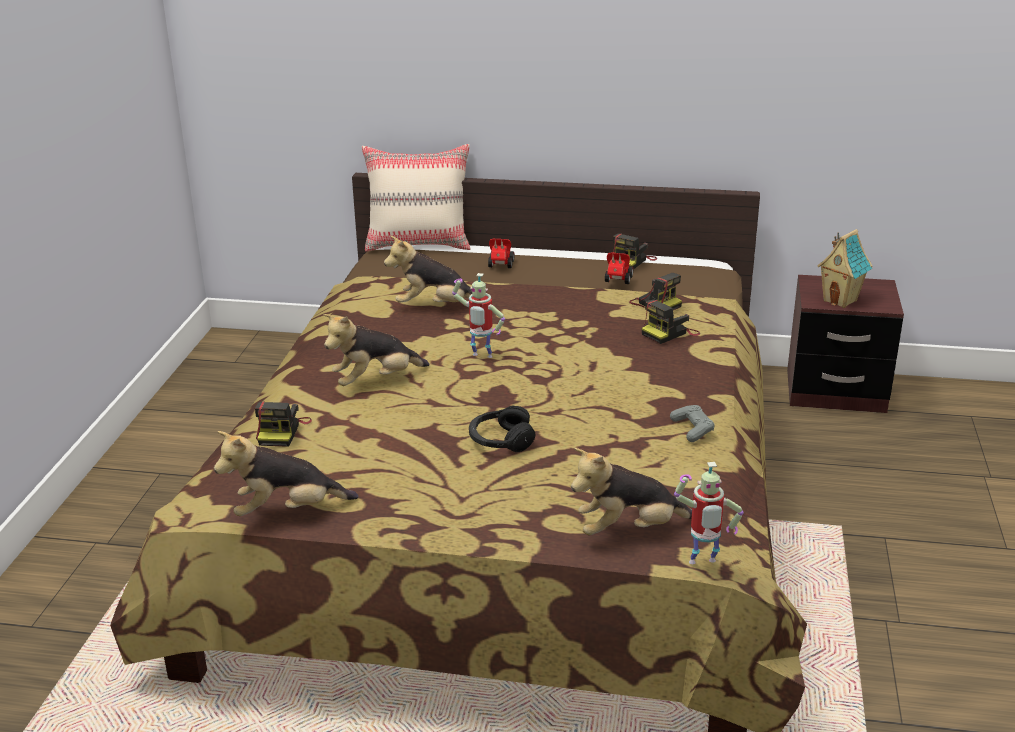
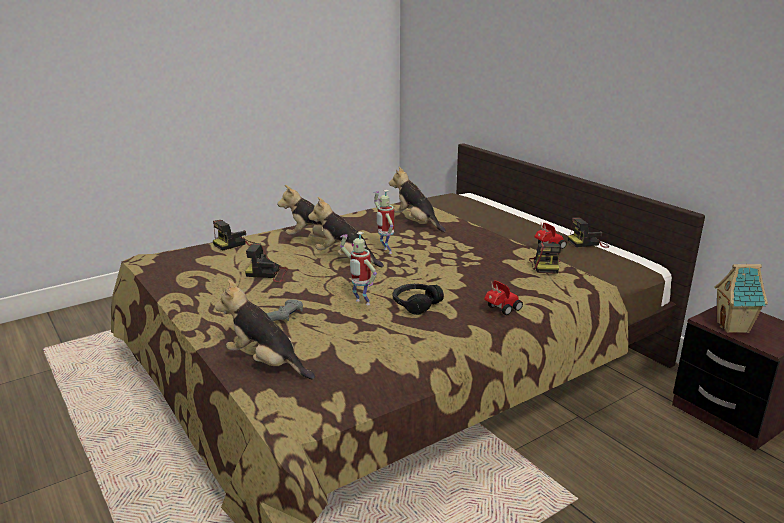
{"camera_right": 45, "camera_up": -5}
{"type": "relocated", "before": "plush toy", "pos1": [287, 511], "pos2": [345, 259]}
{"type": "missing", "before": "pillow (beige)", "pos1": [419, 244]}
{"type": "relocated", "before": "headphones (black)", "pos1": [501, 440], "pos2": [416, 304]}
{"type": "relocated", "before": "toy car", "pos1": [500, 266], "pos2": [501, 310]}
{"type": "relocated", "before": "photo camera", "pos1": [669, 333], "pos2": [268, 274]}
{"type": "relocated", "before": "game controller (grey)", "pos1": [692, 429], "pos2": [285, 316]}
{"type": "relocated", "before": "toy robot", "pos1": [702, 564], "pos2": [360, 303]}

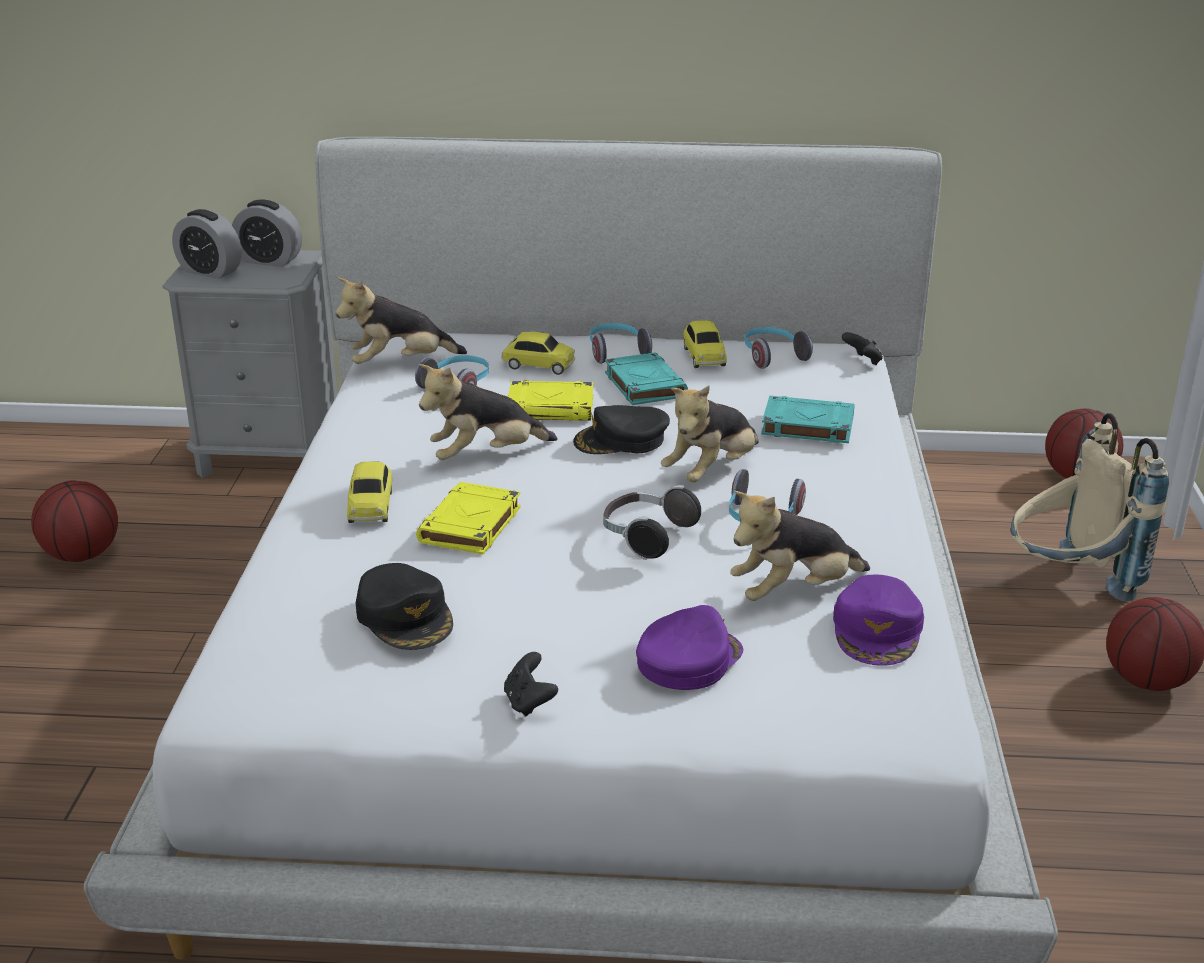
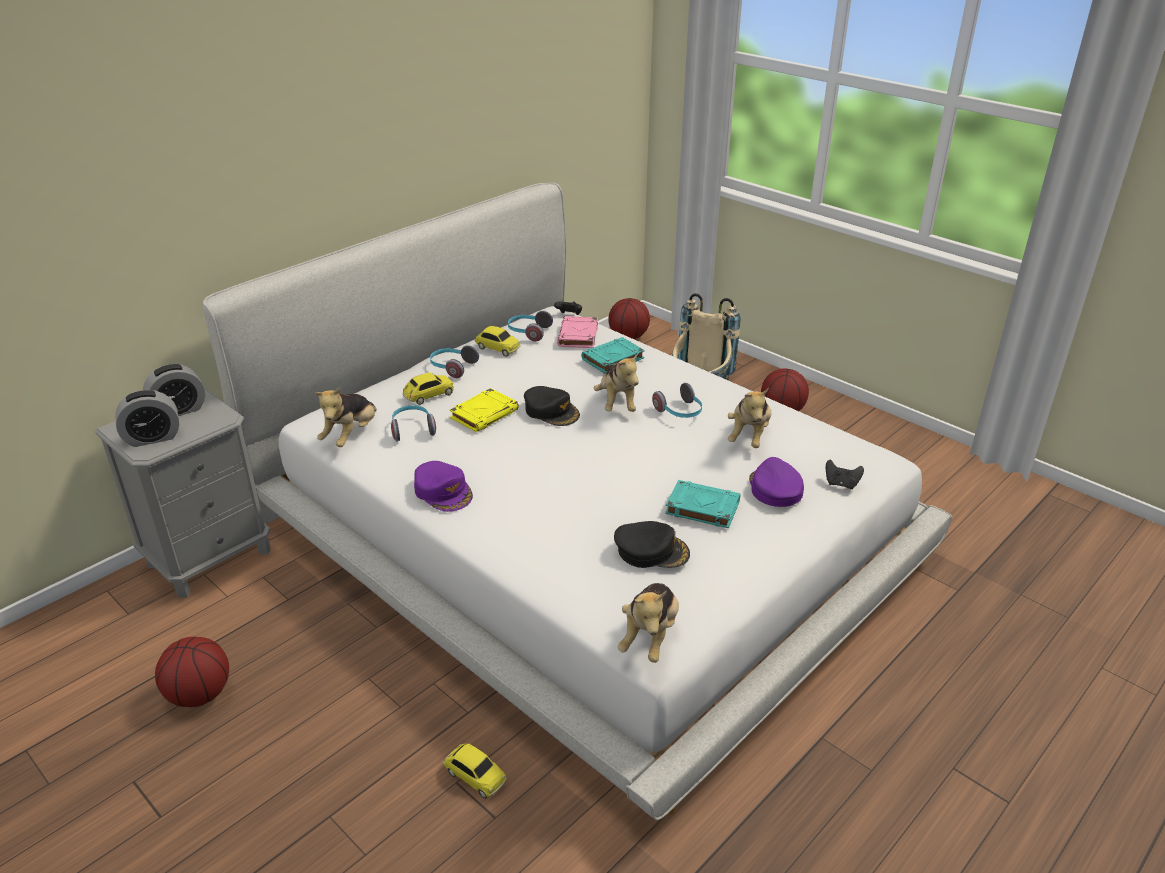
{"camera_right": -50, "camera_up": 5}
{"type": "relocated", "before": "toy car", "pos1": [371, 506], "pos2": [475, 776]}
{"type": "missing", "before": "book (yellow)", "pos1": [470, 526]}
{"type": "relocated", "before": "plush toy", "pos1": [485, 456], "pos2": [649, 636]}
{"type": "relocated", "before": "game controller (black)", "pos1": [529, 702], "pos2": [841, 484]}
{"type": "spun", "before": "cap (black)", "pos1": [621, 440], "pos2": [551, 411], "turn": -75}
{"type": "missing", "before": "headphones", "pos1": [646, 537]}
{"type": "relocated", "before": "book (turquoise)", "pos1": [644, 384], "pos2": [701, 508]}
{"type": "relocated", "before": "cap (purple)", "pos1": [878, 630], "pos2": [443, 491]}
{"type": "appeared", "after": "book (pink)", "pos2": [578, 336]}

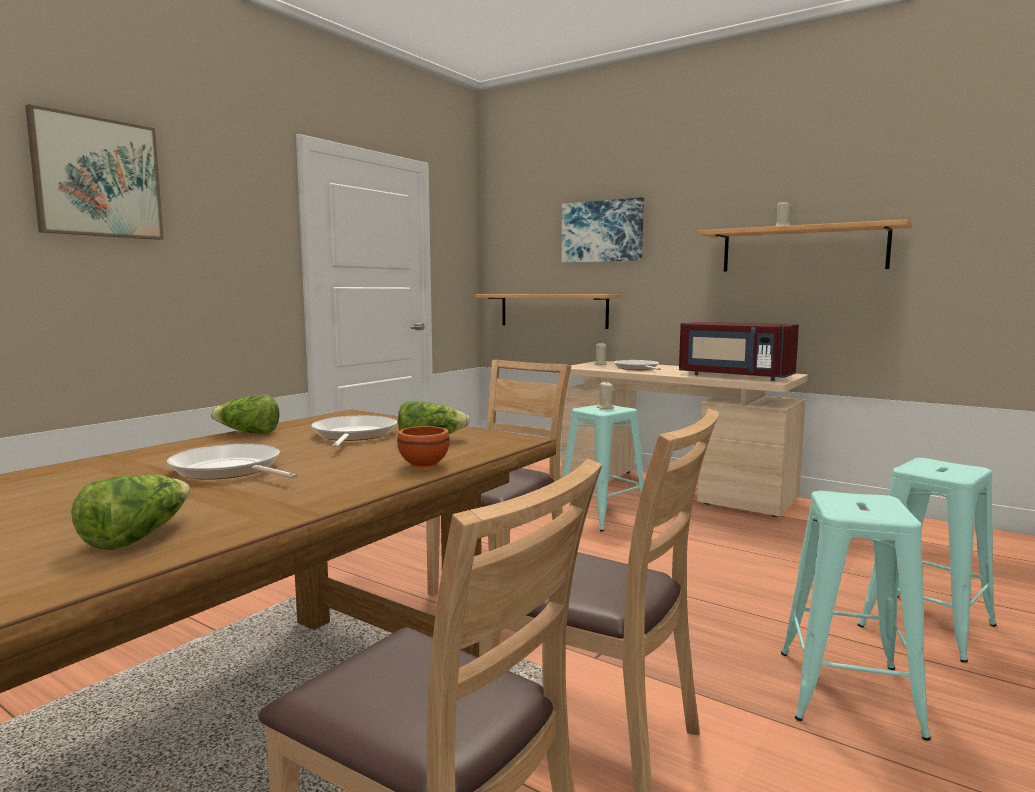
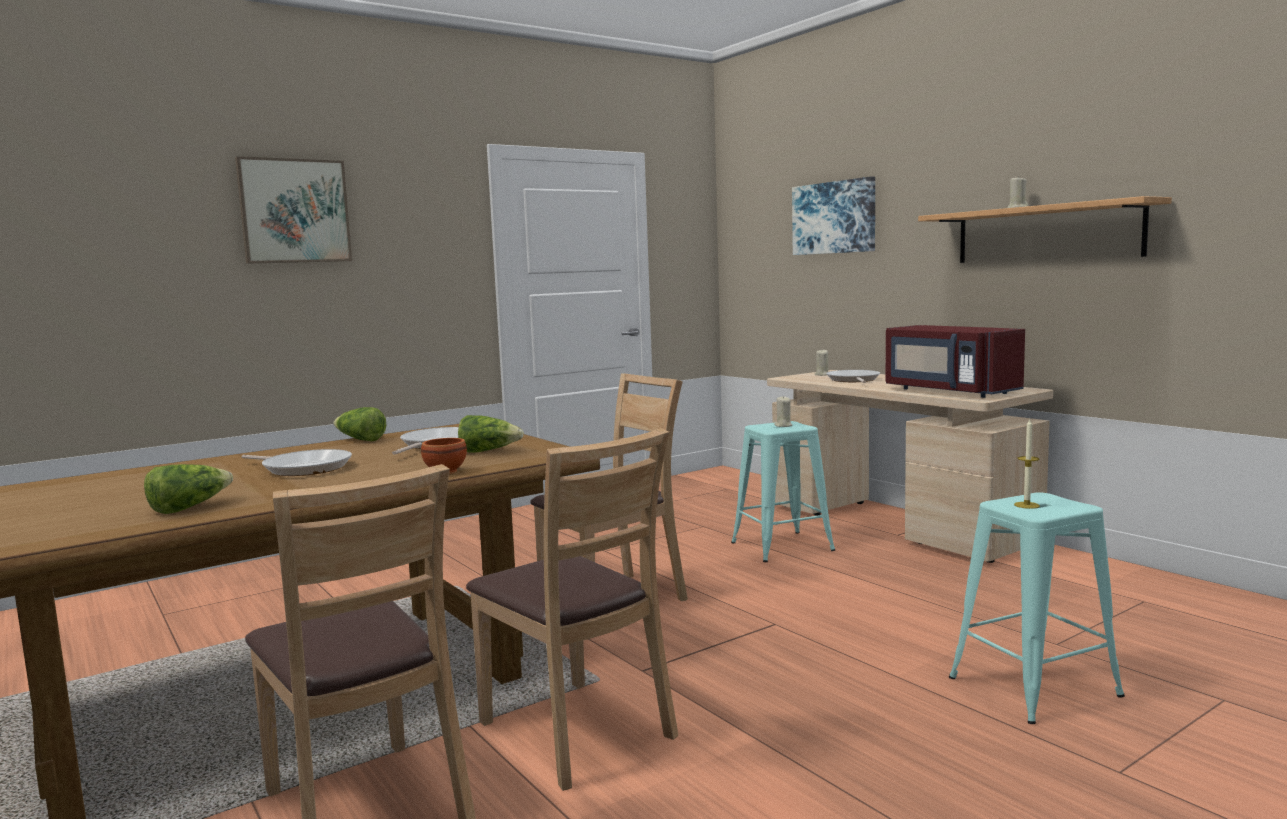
{"camera_right": 20, "camera_up": 0}
{"type": "spun", "before": "frying pan", "pos1": [229, 470], "pos2": [304, 468], "turn": 150}
{"type": "missing", "before": "shelf", "pos1": [553, 310]}
{"type": "missing", "before": "stool (turquoise)", "pos1": [847, 692]}
{"type": "appeared", "after": "candle", "pos2": [1026, 505]}

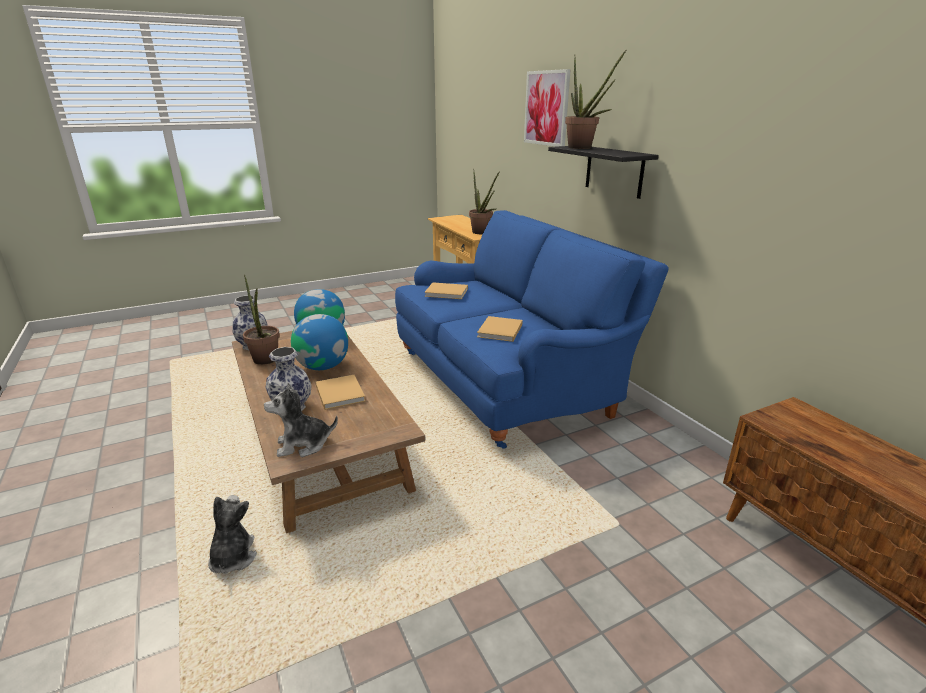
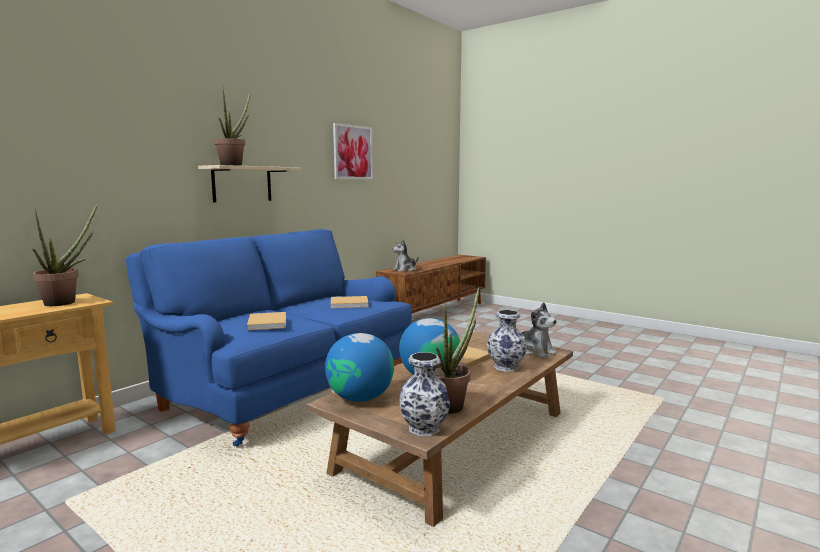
{"camera_right": -115, "camera_up": -15}
{"type": "relocated", "before": "plush toy", "pos1": [233, 557], "pos2": [405, 270]}
{"type": "relocated", "before": "picture", "pos1": [546, 108], "pos2": [352, 152]}
{"type": "colour", "before": "shelf (black)", "after": "shelf (beige)", "pos1": [614, 171], "pos2": [242, 184]}

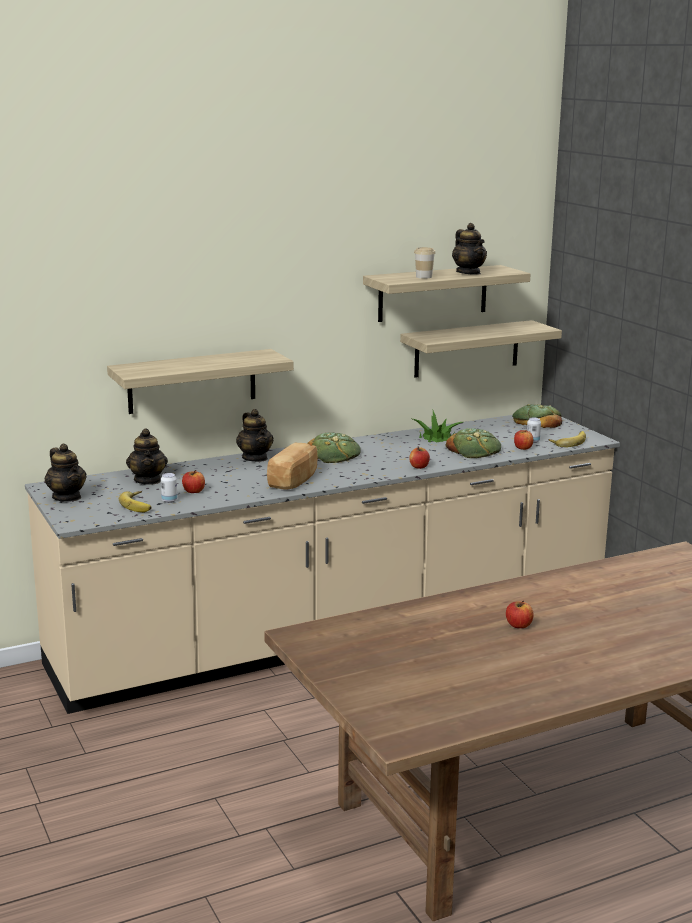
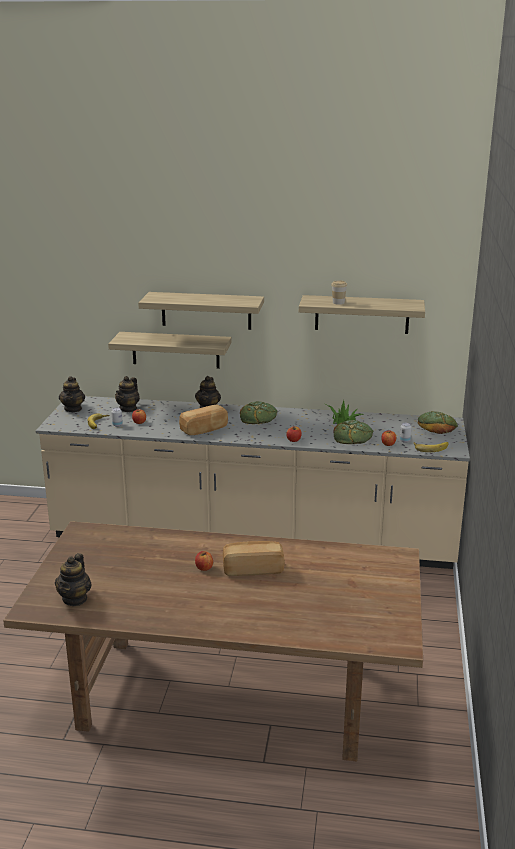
{"camera_right": 35, "camera_up": 5}
{"type": "relocated", "before": "shelf", "pos1": [467, 348], "pos2": [206, 310]}
{"type": "relocated", "before": "teapot", "pos1": [468, 273], "pos2": [75, 599]}
{"type": "appeared", "after": "bread", "pos2": [253, 568]}

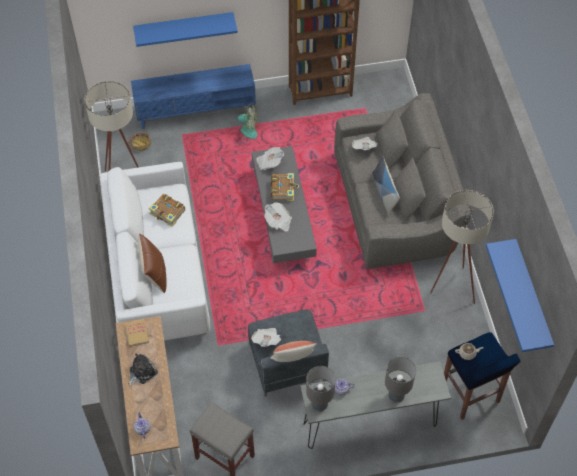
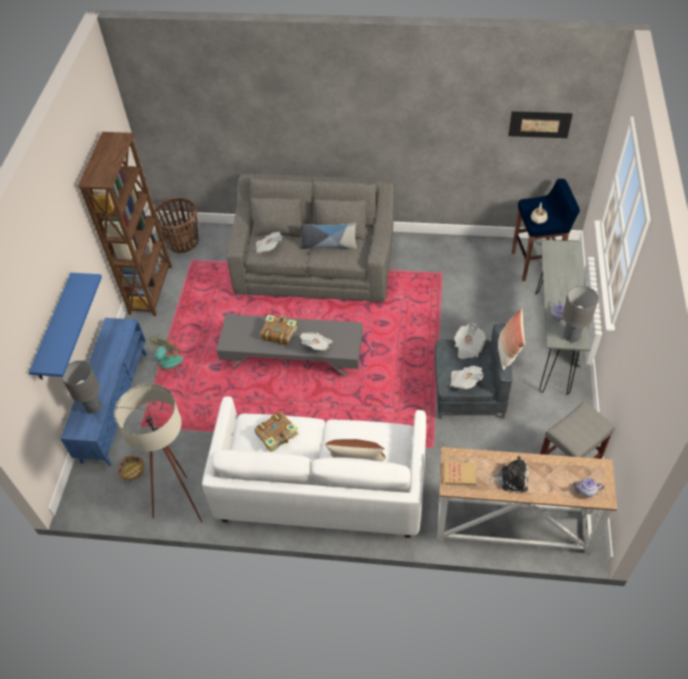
{"camera_right": -70, "camera_up": -5}
{"type": "spun", "before": "plush toy", "pos1": [141, 372], "pos2": [512, 478], "turn": 120}
{"type": "relocated", "before": "newspaper", "pos1": [269, 162], "pos2": [468, 347]}
{"type": "relocated", "before": "table lamp (grey)", "pos1": [396, 395], "pos2": [93, 407]}
{"type": "missing", "before": "floor lamp (beige)", "pos1": [450, 288]}
{"type": "exchanged", "before": "shelf (blue)", "after": "picture", "pos1": [532, 296], "pos2": [539, 124]}
{"type": "appeared", "after": "basket", "pos2": [183, 242]}

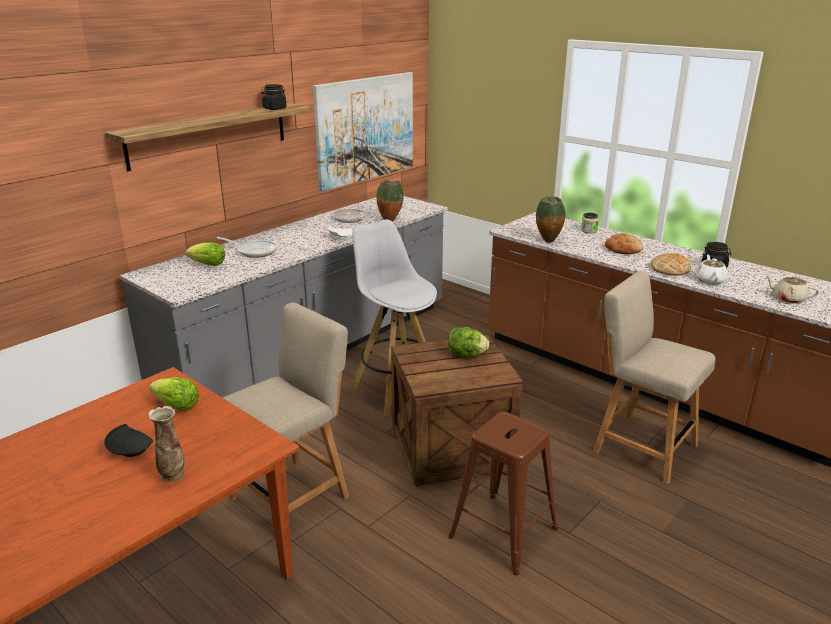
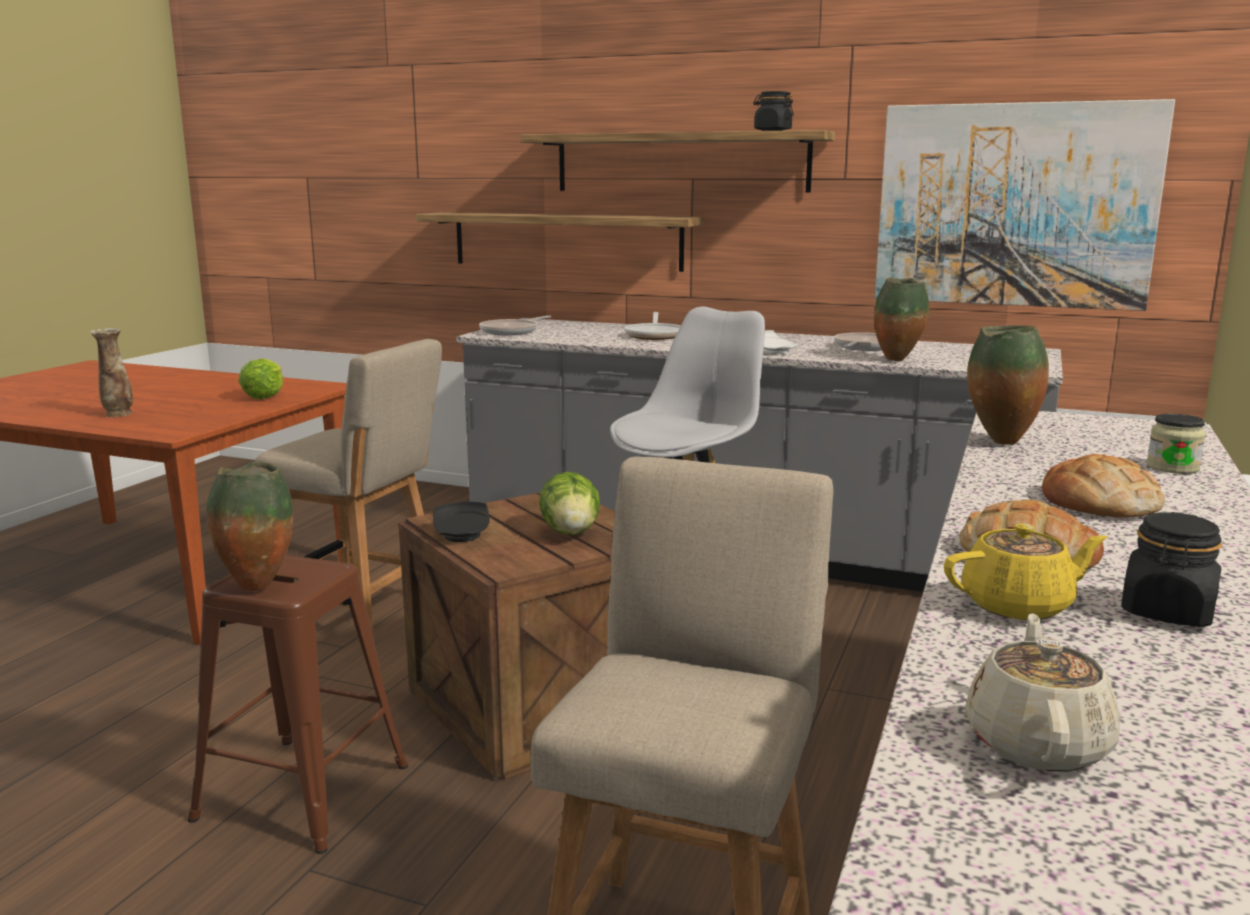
{"camera_right": 70, "camera_up": -10}
{"type": "relocated", "before": "plate (black)", "pos1": [130, 448], "pos2": [462, 534]}
{"type": "missing", "before": "lettuce", "pos1": [208, 265]}
{"type": "colour", "before": "teapot (white)", "after": "teapot (yellow)", "pos1": [710, 280], "pos2": [1018, 605]}
{"type": "appeared", "after": "vase", "pos2": [257, 586]}
{"type": "appeared", "after": "shelf", "pos2": [566, 240]}
{"type": "appeared", "after": "frying pan", "pos2": [512, 331]}

